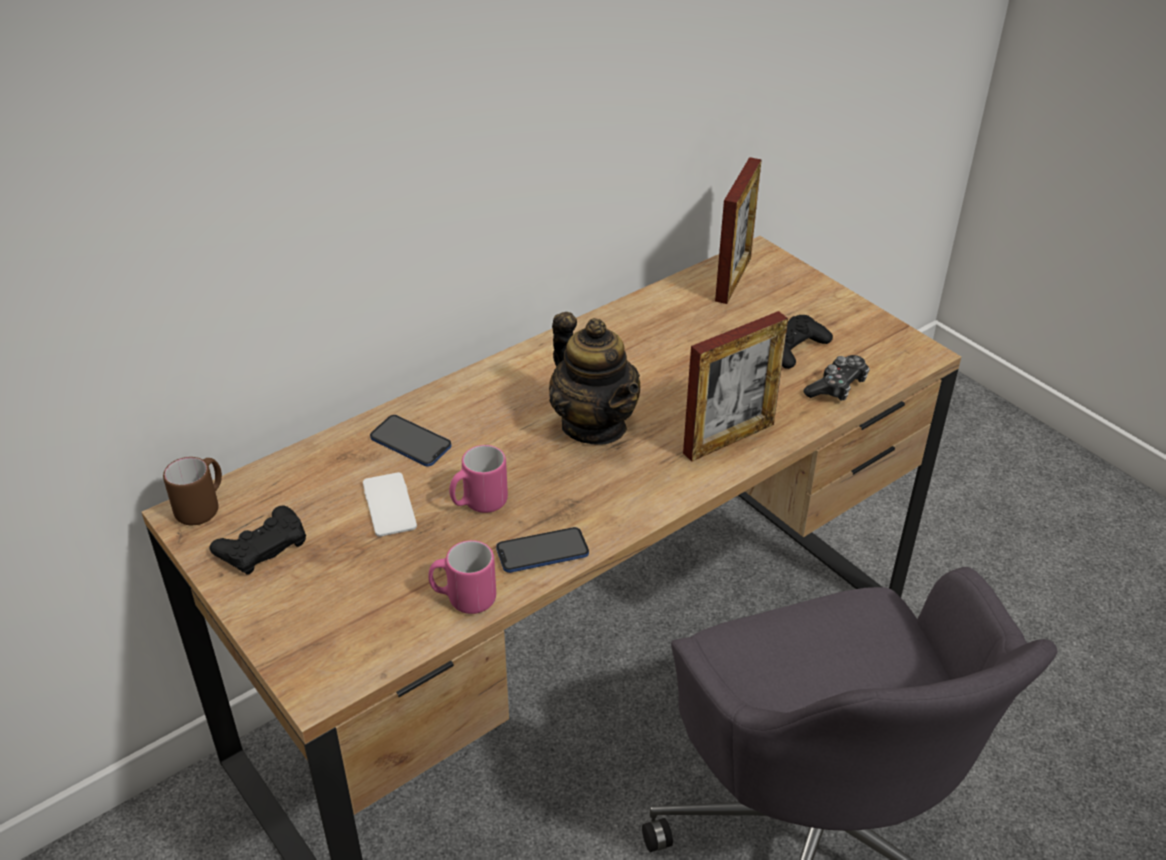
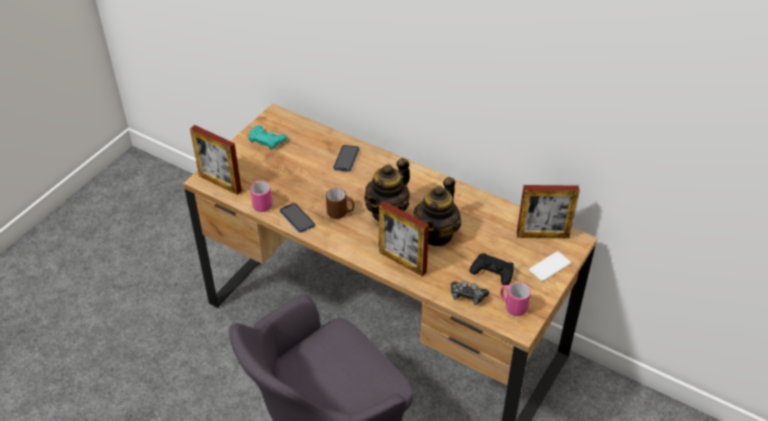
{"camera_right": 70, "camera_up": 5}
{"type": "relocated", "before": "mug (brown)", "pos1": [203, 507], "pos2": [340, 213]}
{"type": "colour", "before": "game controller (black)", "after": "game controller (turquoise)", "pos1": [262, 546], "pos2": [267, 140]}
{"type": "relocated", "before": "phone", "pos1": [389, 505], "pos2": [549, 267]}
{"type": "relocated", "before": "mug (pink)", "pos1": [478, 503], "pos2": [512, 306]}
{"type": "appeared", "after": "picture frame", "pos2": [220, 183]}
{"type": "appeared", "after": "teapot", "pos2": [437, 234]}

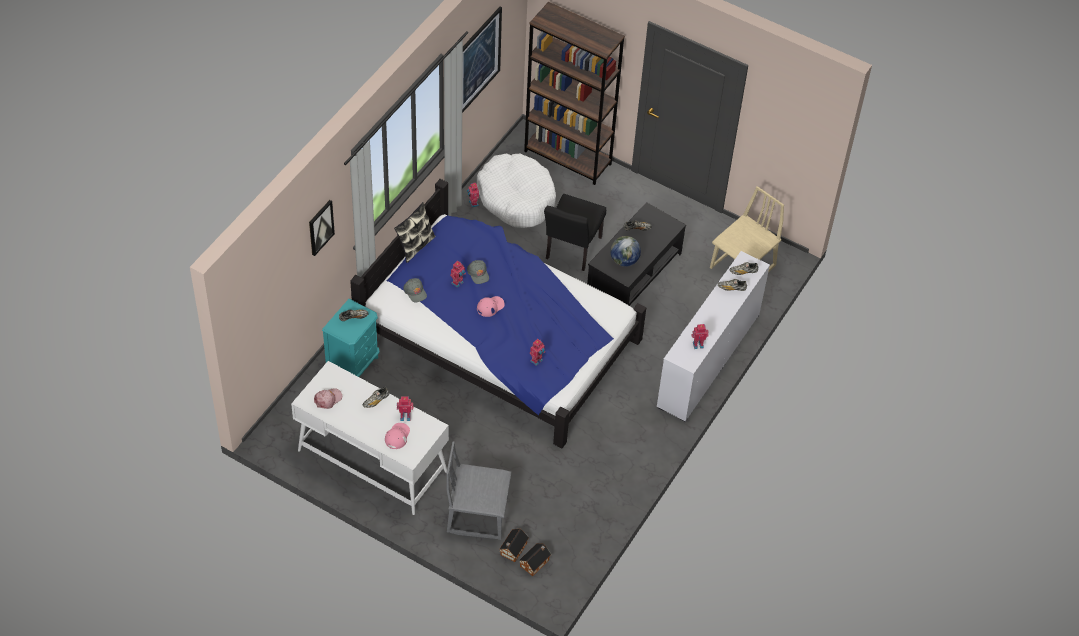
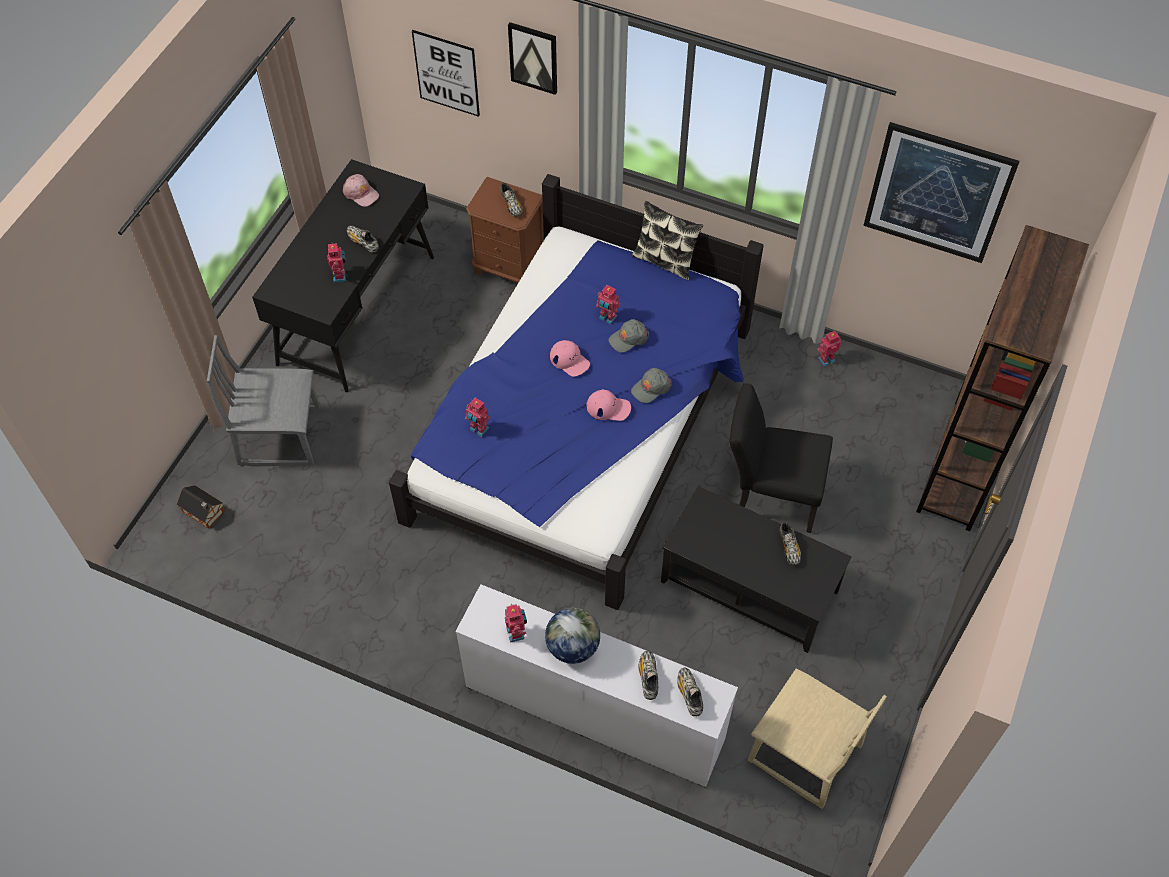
{"camera_right": 85, "camera_up": 5}
{"type": "colour", "before": "desk (white)", "after": "desk (black)", "pos1": [372, 460], "pos2": [357, 309]}
{"type": "colour", "before": "nightstand (turquoise)", "after": "nightstand (brown)", "pos1": [353, 363], "pos2": [509, 267]}
{"type": "relocated", "before": "cap (pink)", "pos1": [397, 436], "pos2": [608, 407]}
{"type": "relocated", "before": "cap (grey)", "pos1": [415, 292], "pos2": [651, 387]}
{"type": "spun", "before": "chair (grey)", "pos1": [477, 514], "pos2": [280, 435], "turn": -90}
{"type": "missing", "before": "dog bed (white)", "pos1": [516, 198]}
{"type": "missing", "before": "toy house", "pos1": [512, 550]}
{"type": "relocated", "before": "globe", "pos1": [624, 261], "pos2": [572, 646]}
{"type": "appeared", "after": "picture", "pos2": [446, 73]}

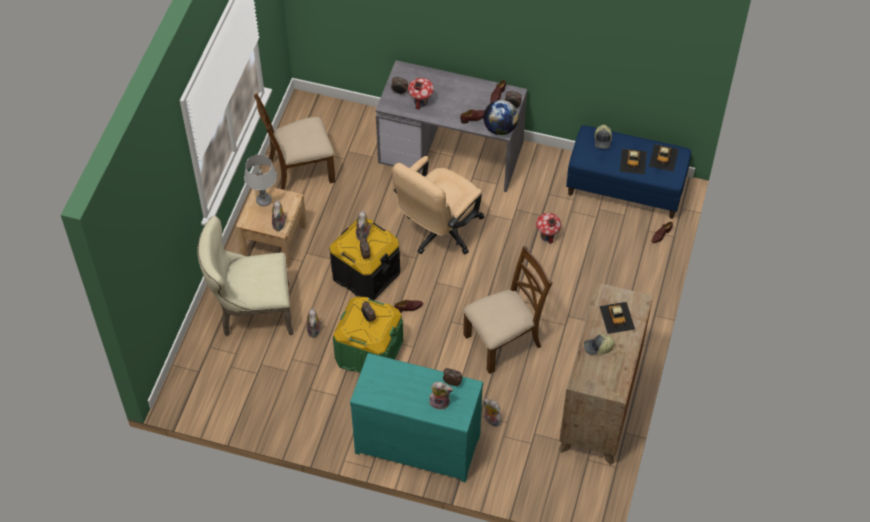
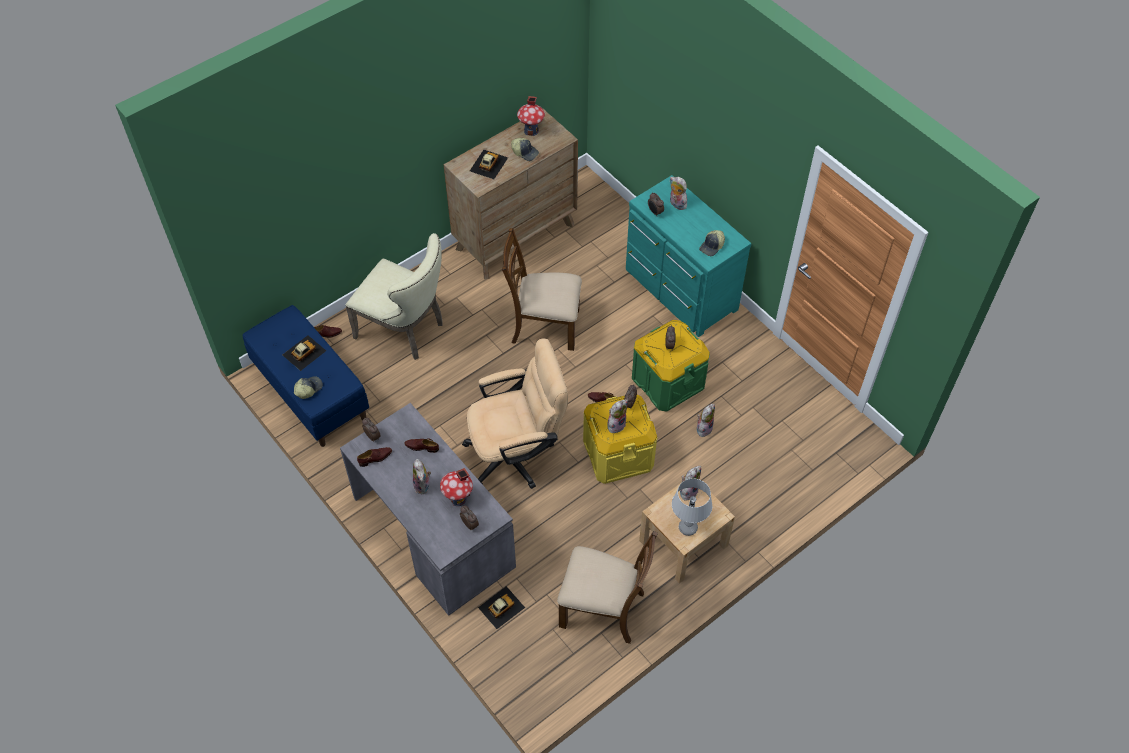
{"camera_right": -145, "camera_up": 0}
{"type": "relocated", "before": "chair (beige)", "pos1": [251, 312], "pos2": [405, 330]}
{"type": "colour", "before": "storage box (black)", "after": "storage box (yellow)", "pos1": [366, 274], "pos2": [618, 454]}
{"type": "missing", "before": "globe", "pos1": [500, 128]}
{"type": "relocated", "before": "plush toy", "pos1": [491, 420], "pos2": [423, 485]}
{"type": "relocated", "before": "toy house", "pos1": [547, 236], "pos2": [531, 131]}
{"type": "relocated", "before": "toy car", "pos1": [664, 157], "pos2": [501, 607]}
{"type": "appeared", "after": "cap", "pos2": [712, 246]}

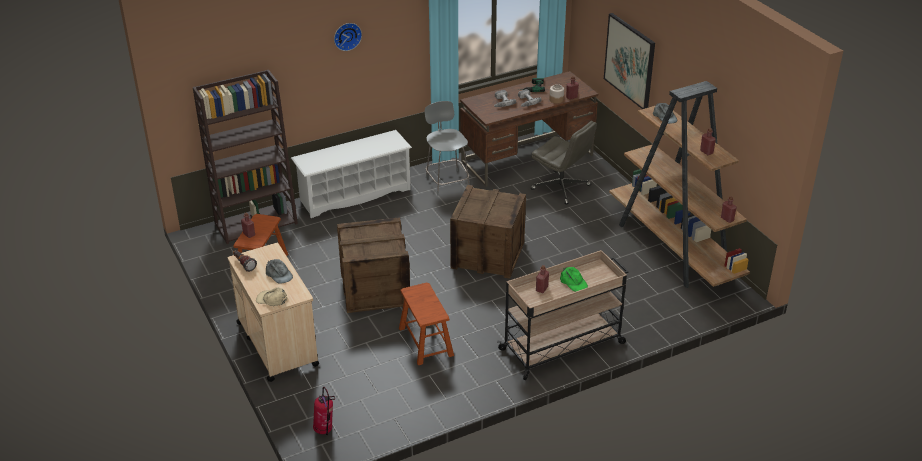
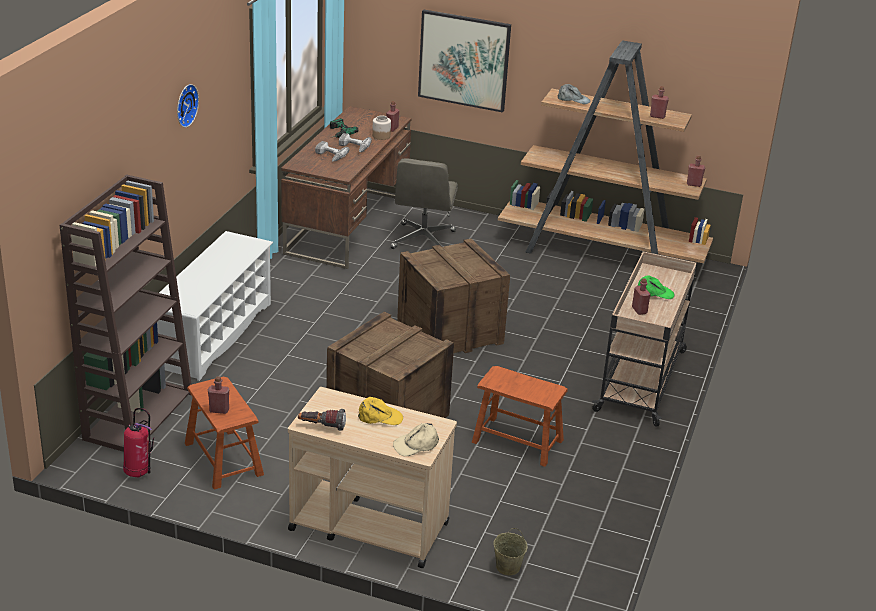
{"camera_right": -45, "camera_up": -5}
{"type": "colour", "before": "cap (grey)", "after": "cap (yellow)", "pos1": [279, 274], "pos2": [380, 417]}
{"type": "relocated", "before": "fire extinguisher", "pos1": [325, 430], "pos2": [139, 473]}
{"type": "missing", "before": "stool (grey)", "pos1": [447, 182]}
{"type": "spun", "before": "office chair (grey)", "pos1": [561, 188], "pos2": [423, 240], "turn": 105}
{"type": "appeared", "after": "bucket (beige)", "pos2": [507, 567]}

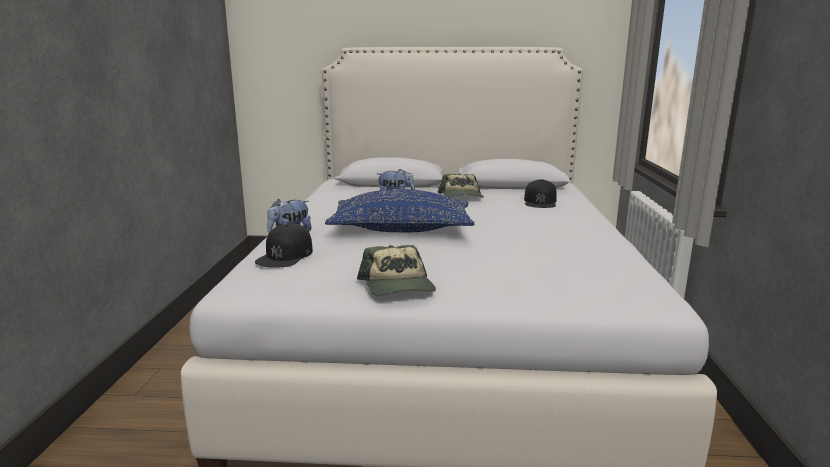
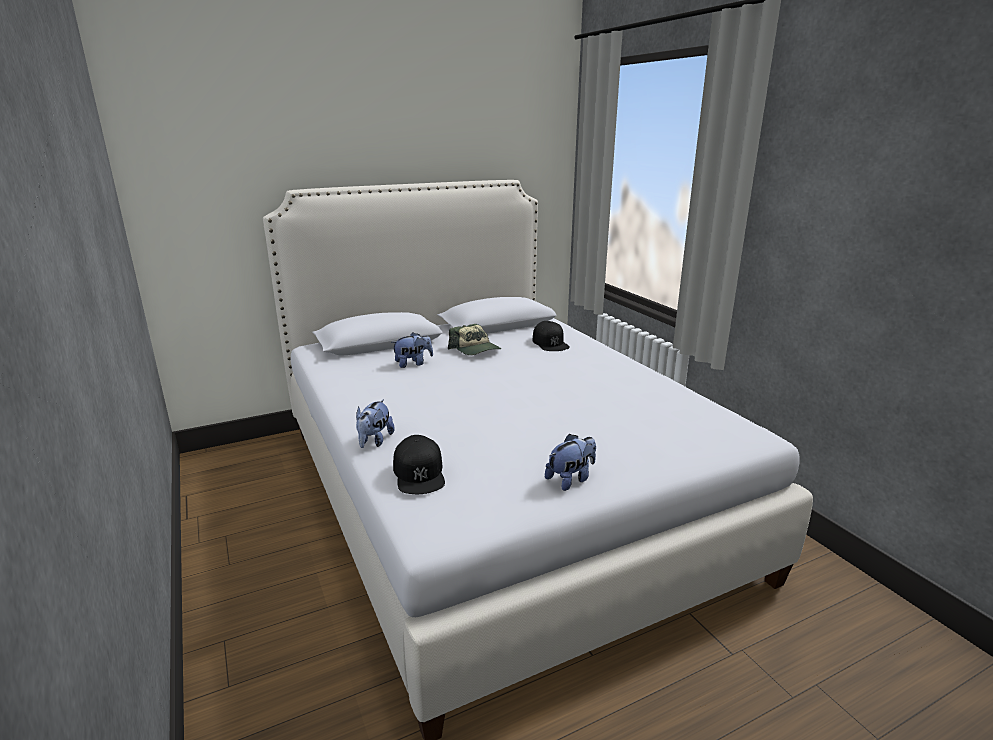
{"camera_right": -30, "camera_up": 5}
{"type": "missing", "before": "pillow (blue)", "pos1": [401, 230]}
{"type": "exchanged", "before": "cap", "after": "plush toy", "pos1": [398, 286], "pos2": [571, 479]}

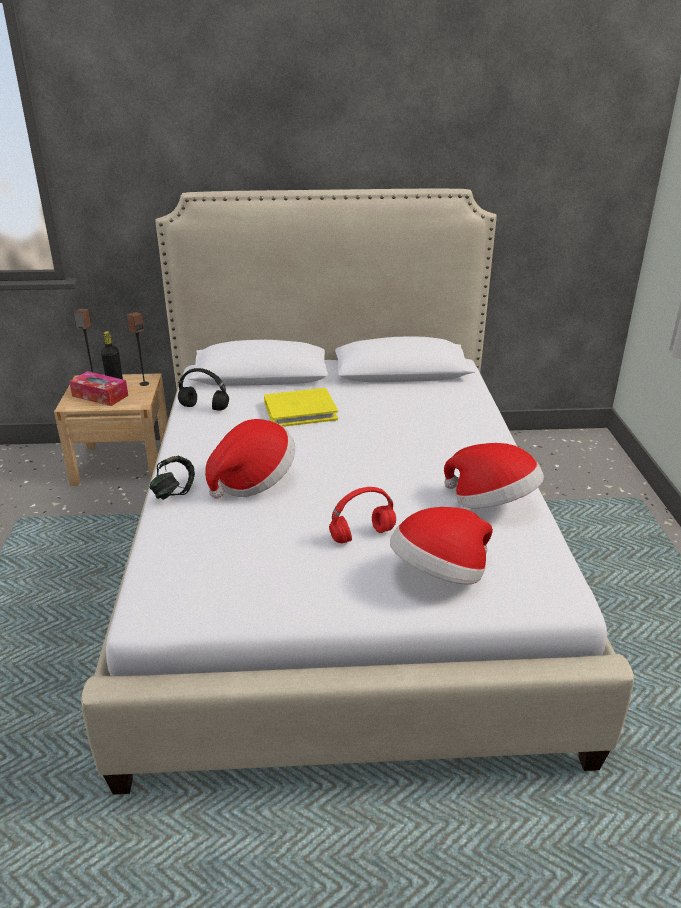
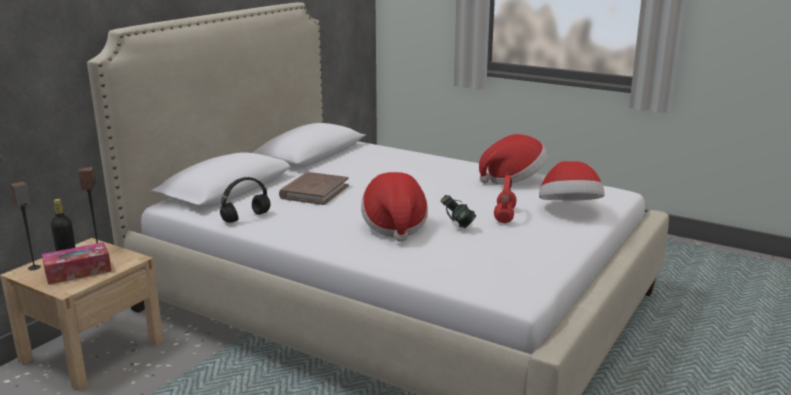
{"camera_right": -55, "camera_up": -10}
{"type": "relocated", "before": "headphones", "pos1": [173, 492], "pos2": [457, 224]}
{"type": "colour", "before": "book (yellow)", "after": "book (brown)", "pos1": [300, 411], "pos2": [314, 192]}

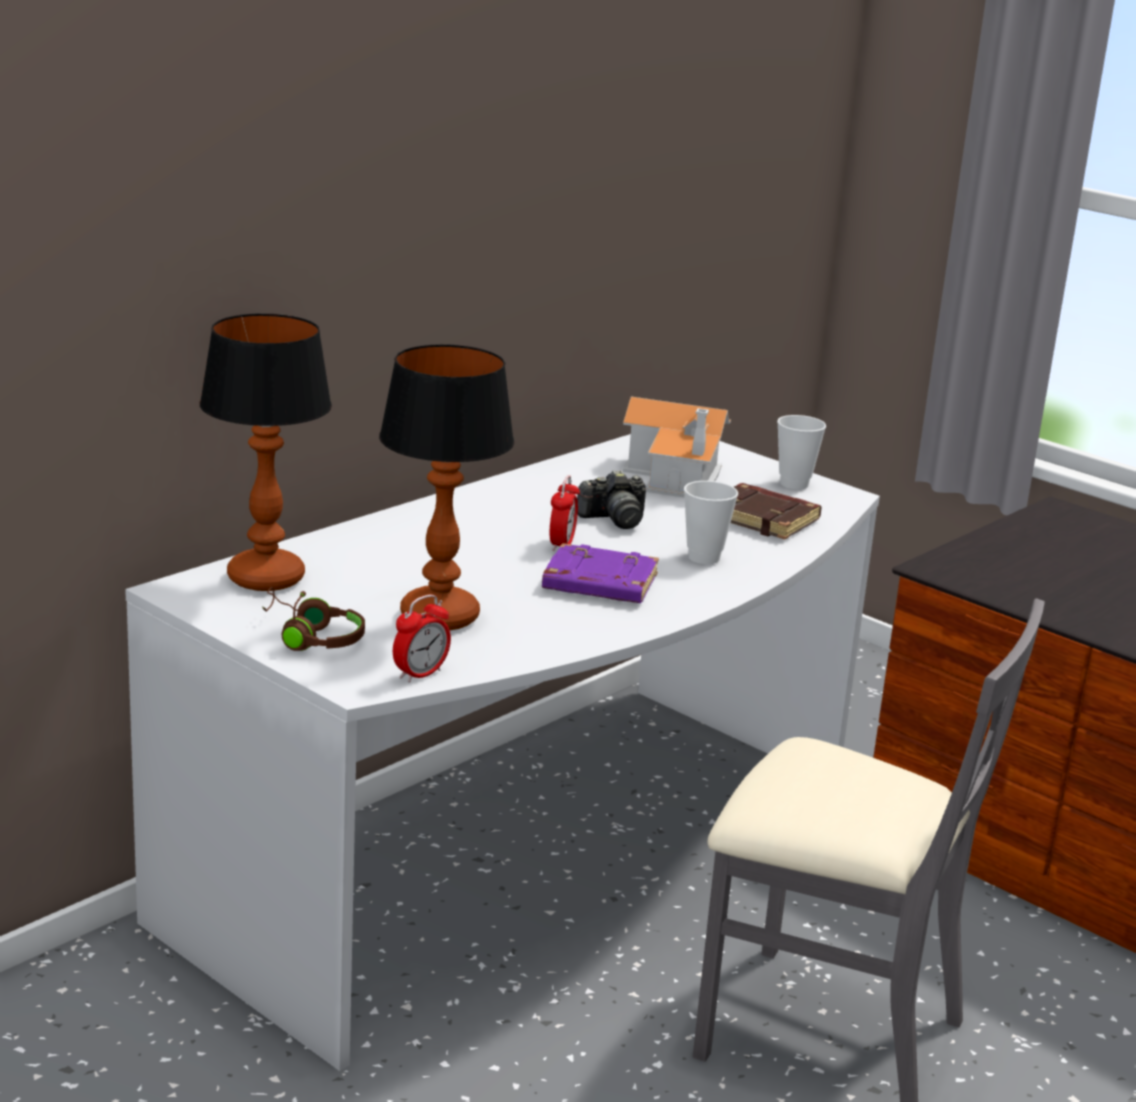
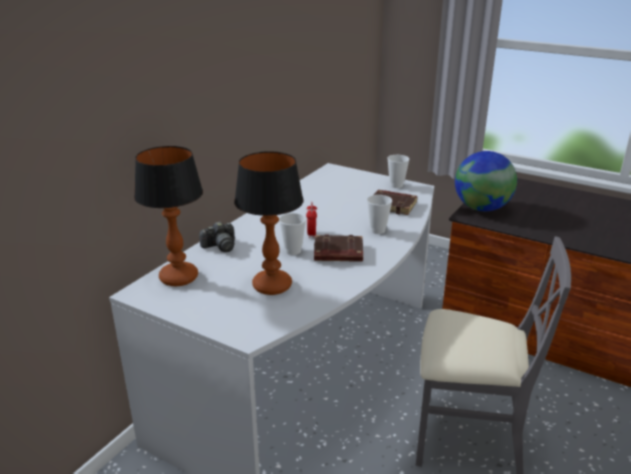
{"camera_right": -10, "camera_up": 5}
{"type": "missing", "before": "headphones (brown)", "pos1": [310, 637]}
{"type": "missing", "before": "alarm clock", "pos1": [420, 674]}
{"type": "colour", "before": "book (purple)", "after": "book (brown)", "pos1": [598, 584], "pos2": [337, 253]}
{"type": "relocated", "before": "photo camera", "pos1": [614, 519], "pos2": [220, 246]}
{"type": "missing", "before": "toy house", "pos1": [677, 476]}
{"type": "appeared", "after": "cup", "pos2": [293, 251]}
{"type": "appeared", "after": "globe", "pos2": [481, 208]}

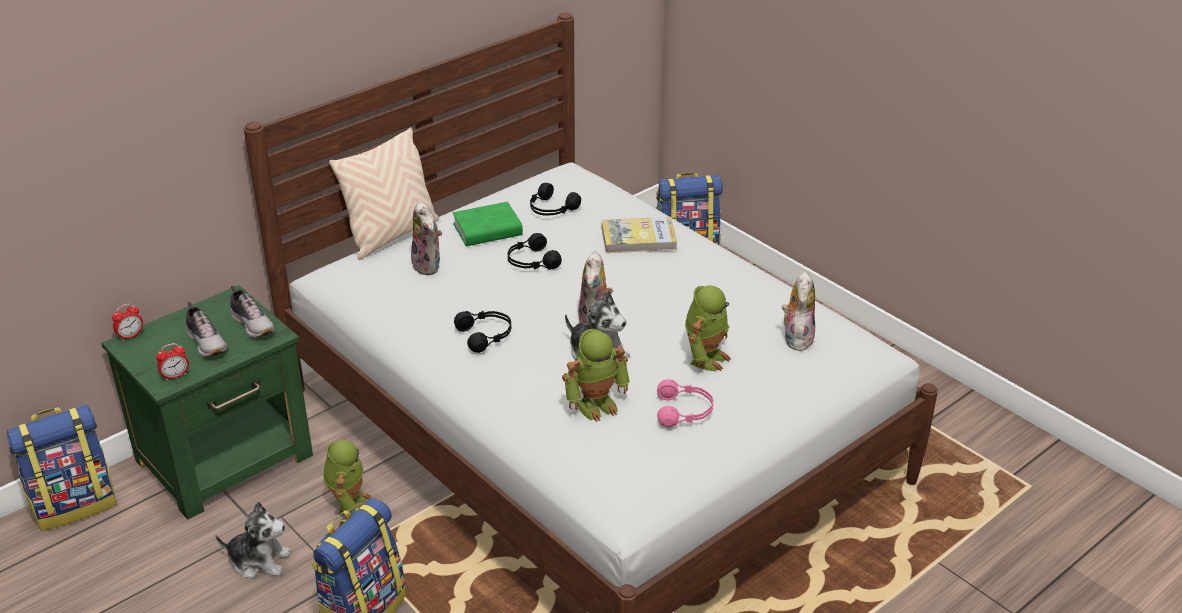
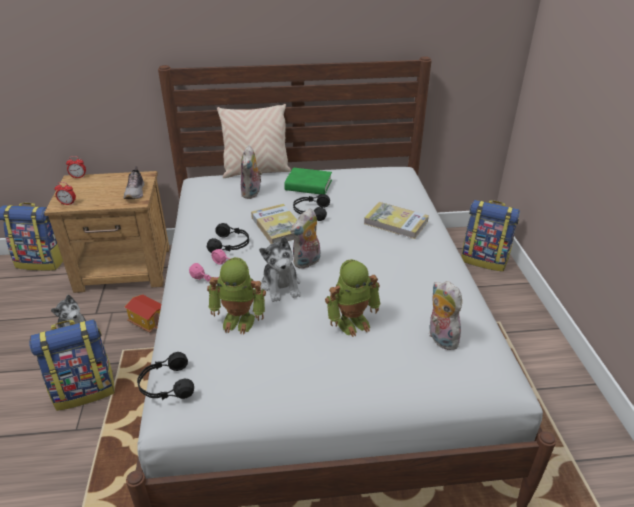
{"camera_right": 35, "camera_up": 0}
{"type": "colour", "before": "nightstand (green)", "after": "nightstand (brown)", "pos1": [227, 458], "pos2": [125, 269]}
{"type": "missing", "before": "shoe", "pos1": [207, 342]}
{"type": "exchanged", "before": "toy robot", "after": "toy house", "pos1": [349, 503], "pos2": [149, 322]}
{"type": "relocated", "before": "headphones (black)", "pos1": [551, 209], "pos2": [166, 385]}
{"type": "relocated", "before": "headphones (pink)", "pos1": [684, 411], "pos2": [217, 274]}
{"type": "spun", "before": "plush toy", "pos1": [796, 338], "pos2": [440, 338], "turn": -75}
{"type": "appeared", "after": "book", "pos2": [278, 226]}

